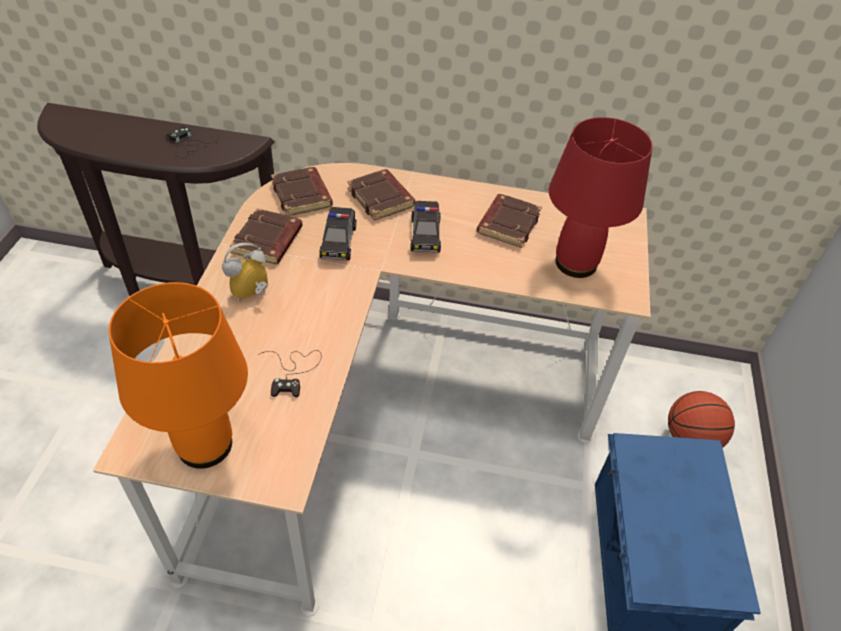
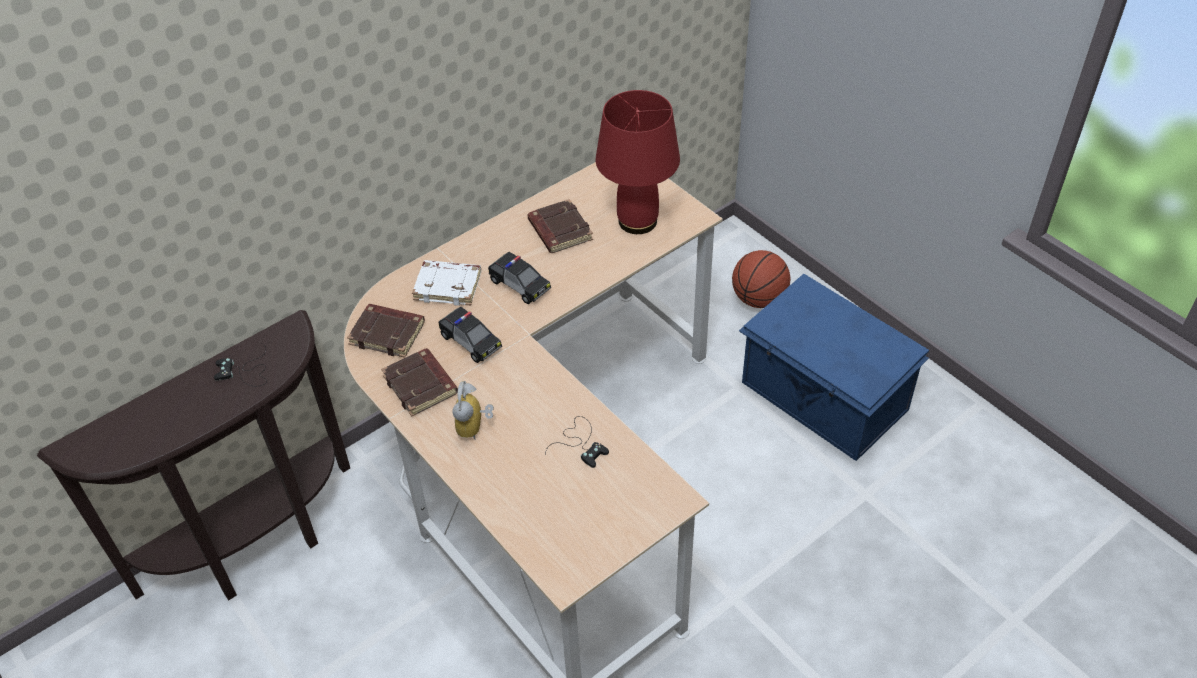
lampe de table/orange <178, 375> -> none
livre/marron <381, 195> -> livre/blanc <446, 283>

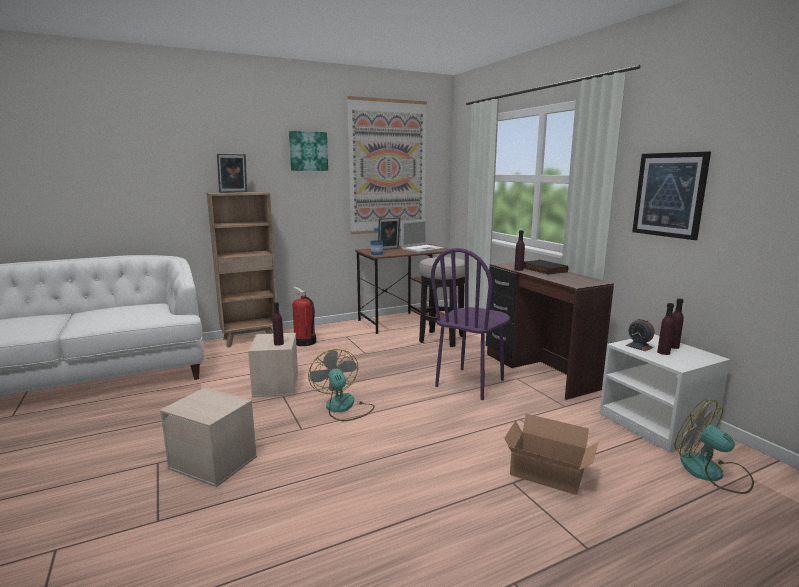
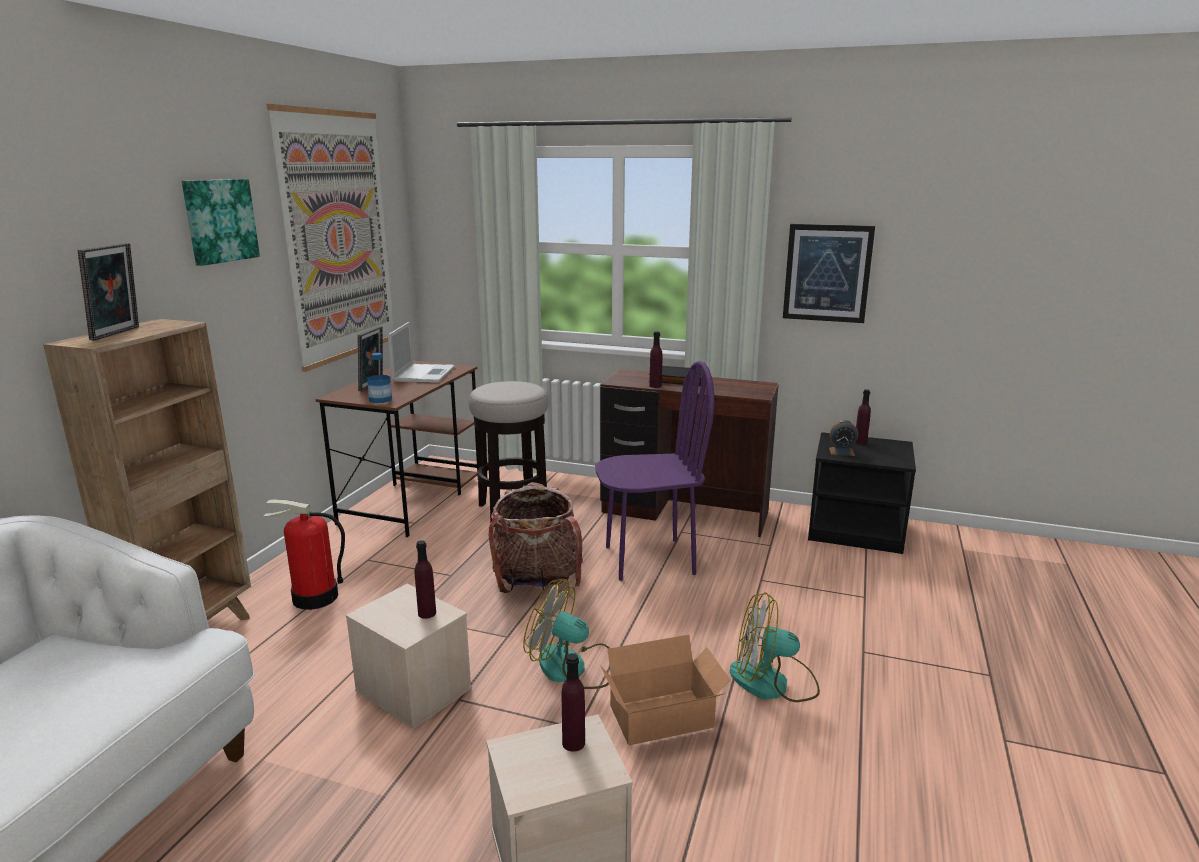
chaise/violet <470, 324> -> chaise/violet <654, 471>, 90 degrees counterclockwise
carton <551, 454> -> carton <665, 690>, shifted
table de chevet/blanc <665, 393> -> table de chevet/noir <862, 493>
bouteille/violet <665, 329> -> bouteille/violet <573, 702>, shifted
ventilateur <714, 446> -> ventilateur <775, 647>, shifted
none -> sac à dos <536, 537>

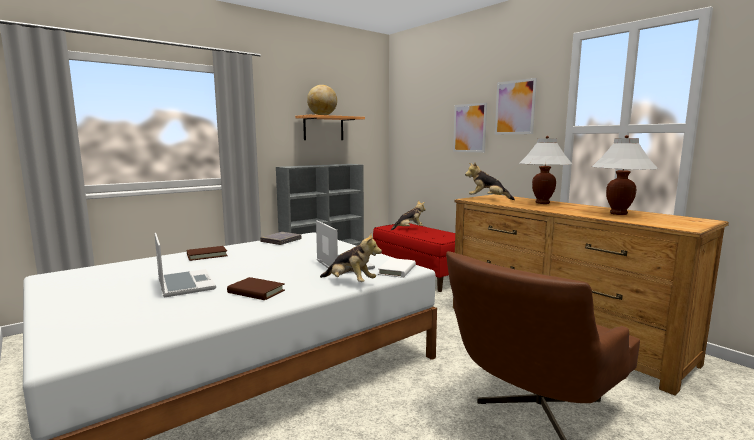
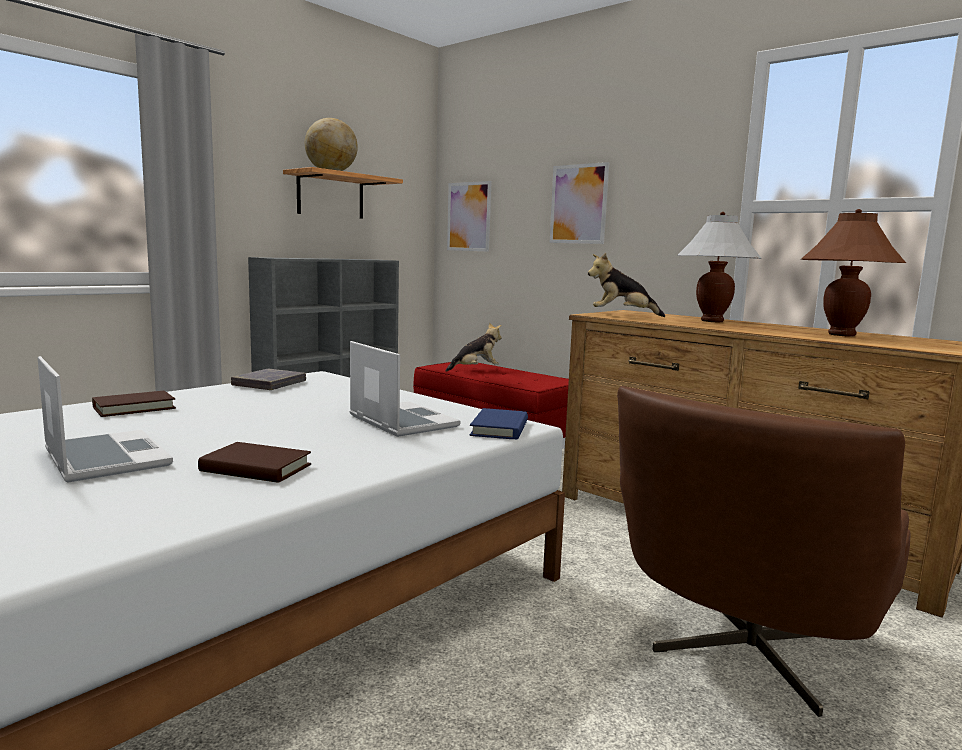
peluche <351, 257> -> none
livre/blanc <397, 268> -> livre/bleu <499, 423>
tableau <516, 106> -> tableau <469, 216>, shifted
lampe de table/blanc <624, 175> -> lampe de table/marron <853, 273>

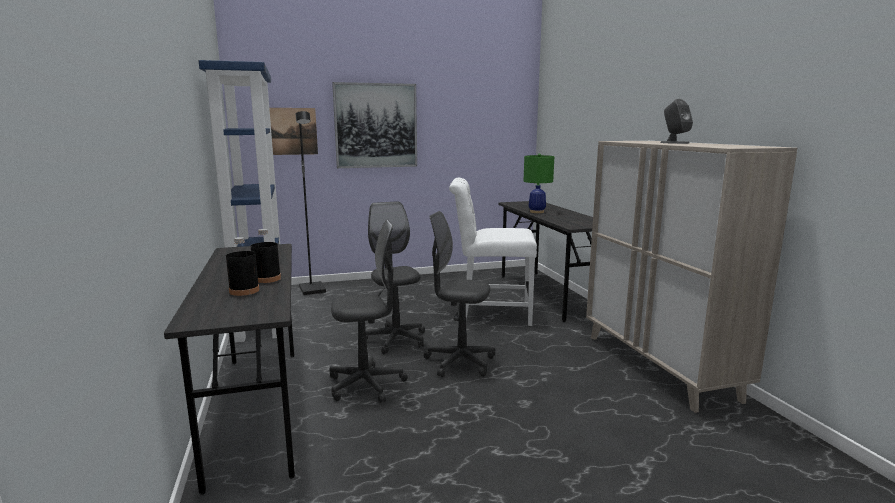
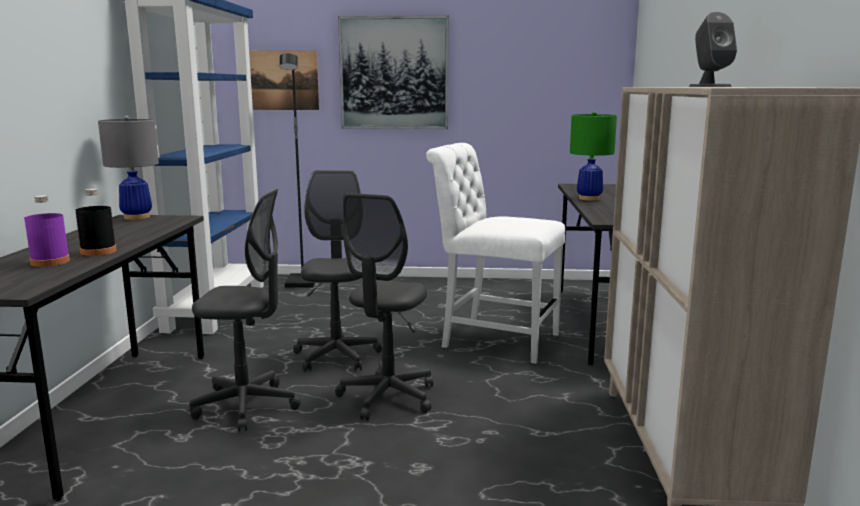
bouteille/noir <242, 266> -> bouteille/violet <47, 231>
chaise de bureau/gris <459, 294> -> chaise de bureau/gris <384, 307>, 105 degrees counterclockwise
none -> lampe de table/gris <128, 168>

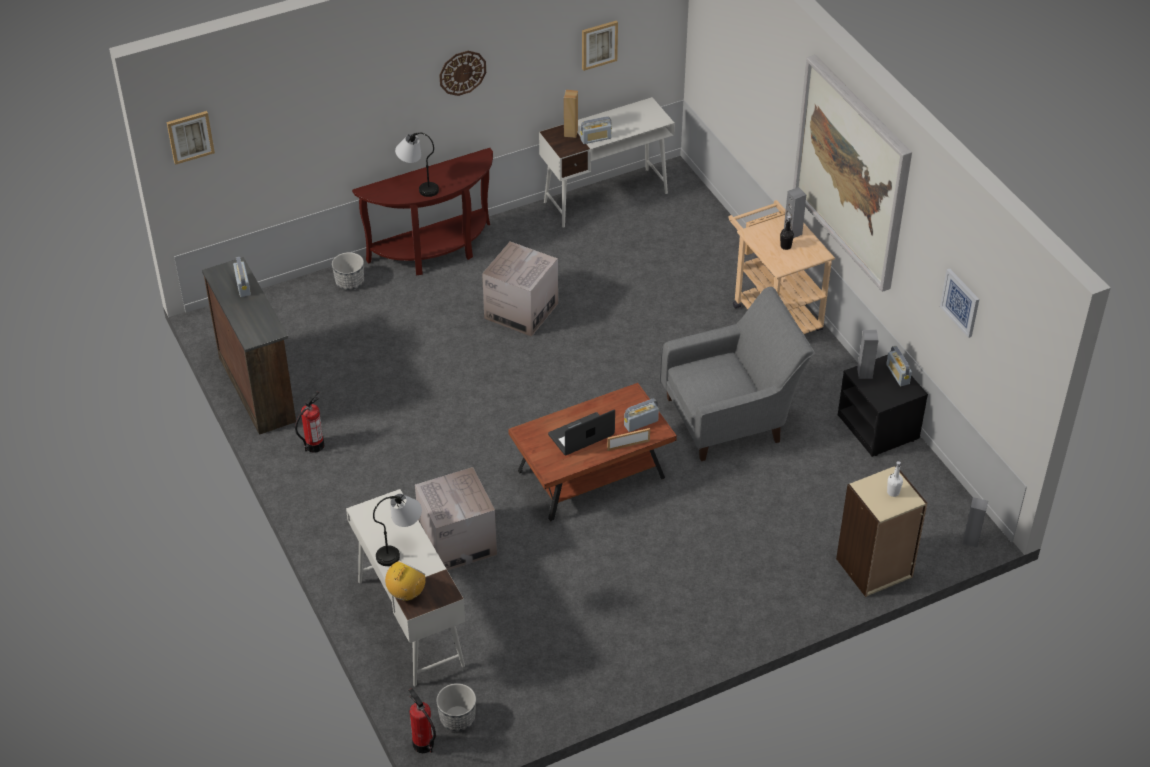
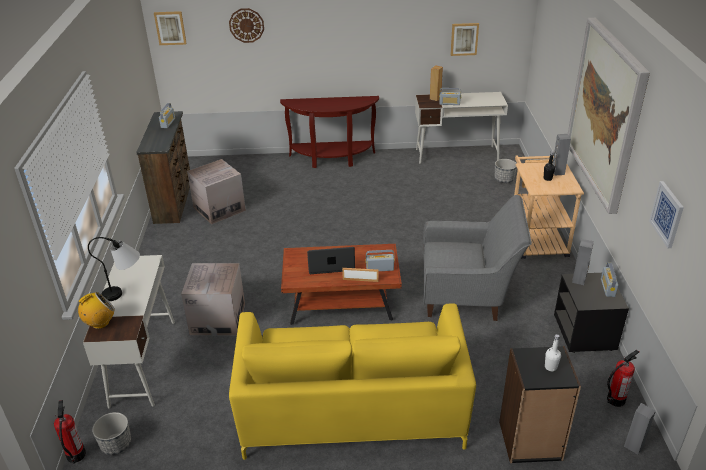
extincteur <309, 422> -> extincteur <623, 378>, shifted
cache-pot <348, 271> -> cache-pot <505, 171>, shifted
lampe de table <417, 165> -> none
horloge murale <462, 73> -> horloge murale <246, 25>, shifted
carton <520, 288> -> carton <216, 191>, shifted
bibliothèque/beige <881, 531> -> bibliothèque/noir <540, 404>
none -> canapé/jaune <352, 381>

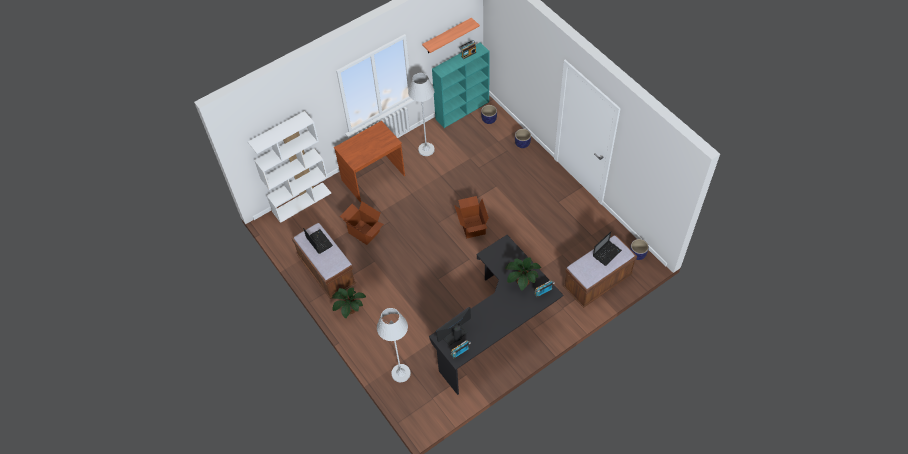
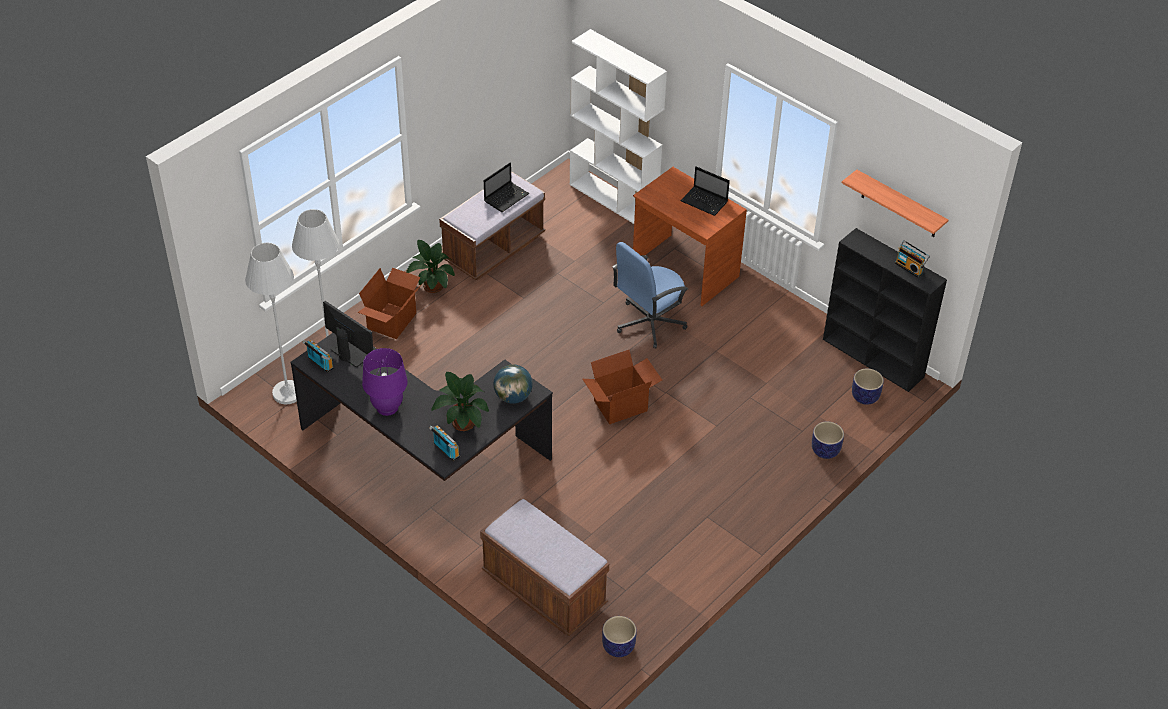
carton <362, 223> -> carton <390, 303>, shifted
lampadaire/blanc <421, 114> -> lampadaire/blanc <271, 323>, shifted
bibliothèque/turquoise <461, 85> -> bibliothèque/noir <885, 310>
ordinateur portable <607, 249> -> ordinateur portable <705, 191>, shifted
none -> lampe de table/violet <385, 382>
none -> globe <513, 384>
none -> chaise de bureau/bleu <650, 295>

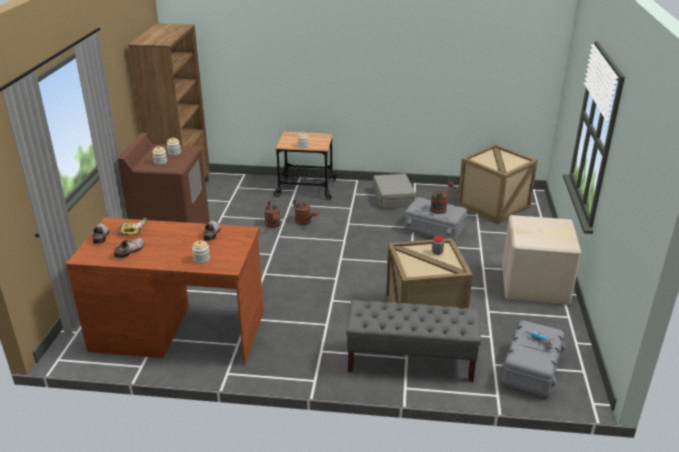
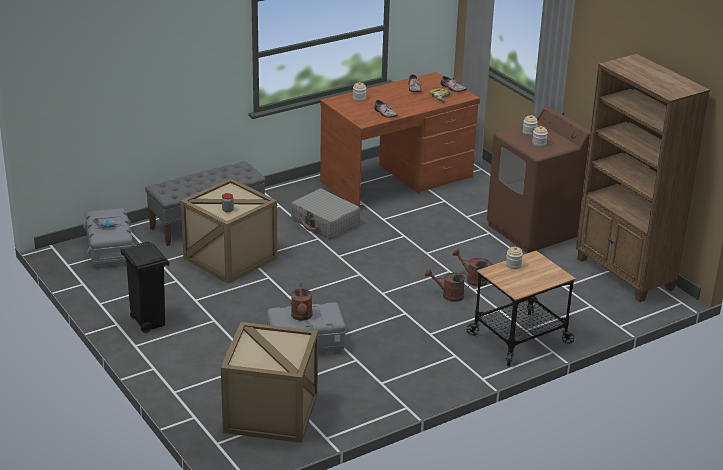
valise/gris <394, 191> -> valise/gris <325, 213>, shifted
carton <541, 260> -> poubelle/noir <145, 287>

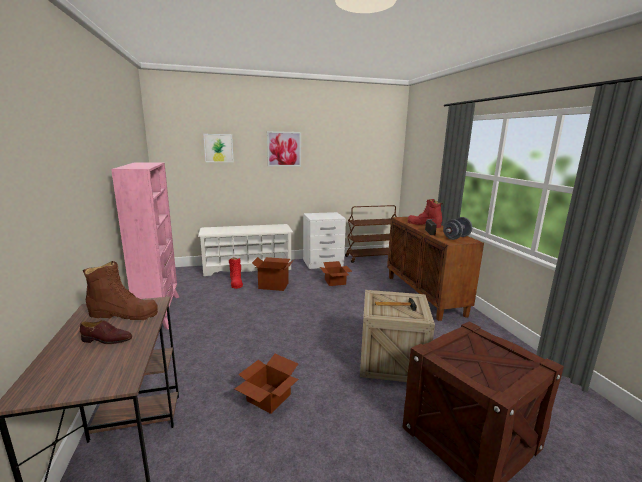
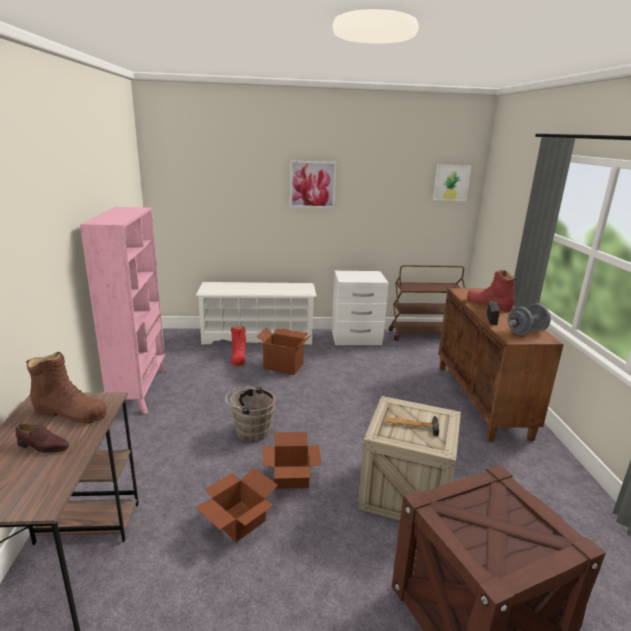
tableau <218, 148> -> tableau <452, 183>, shifted
carton <336, 273> -> carton <292, 460>, shifted
none -> seau/marron <250, 414>

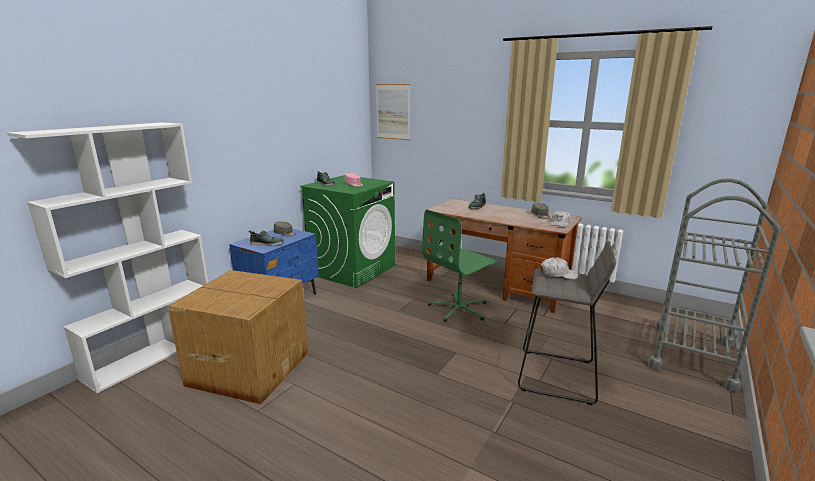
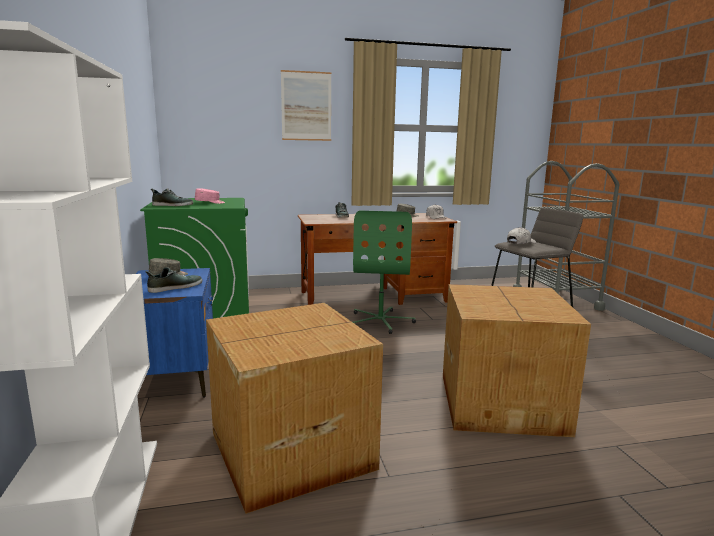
tableau <393, 112> -> tableau <306, 105>, shifted
none -> carton <517, 360>

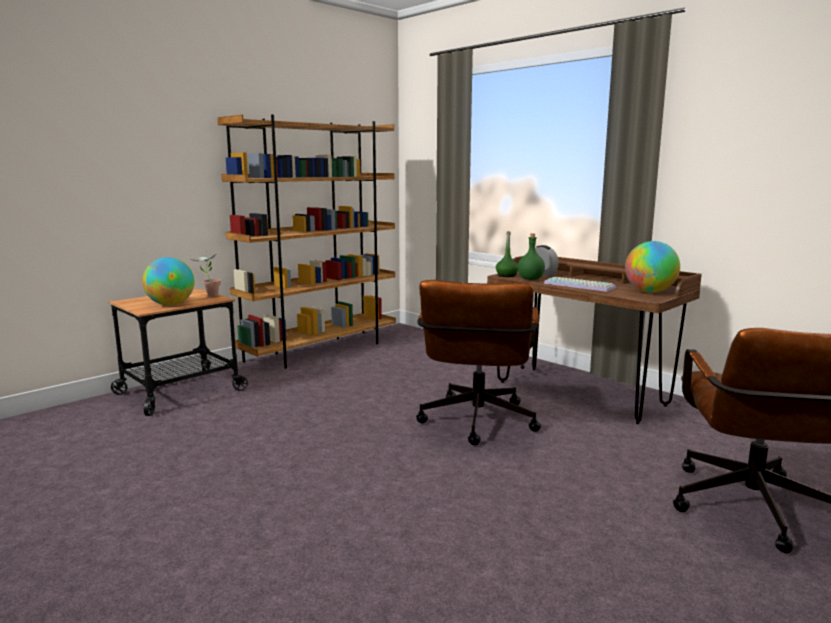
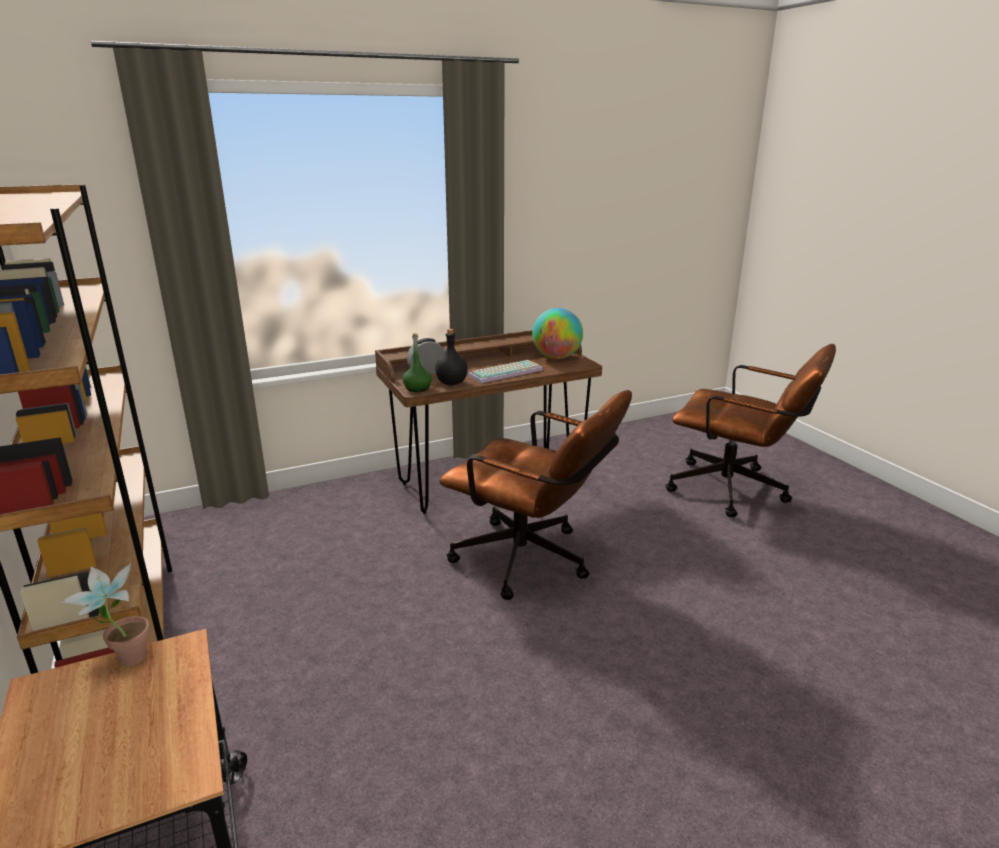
globe <168, 281> -> none
bouteille/vert <531, 256> -> bouteille/noir <451, 357>

